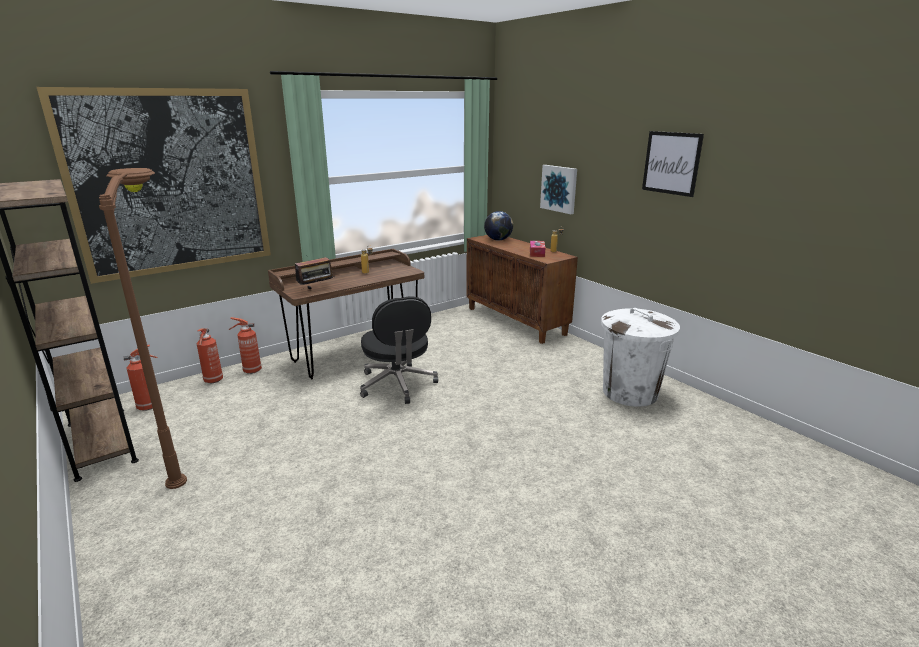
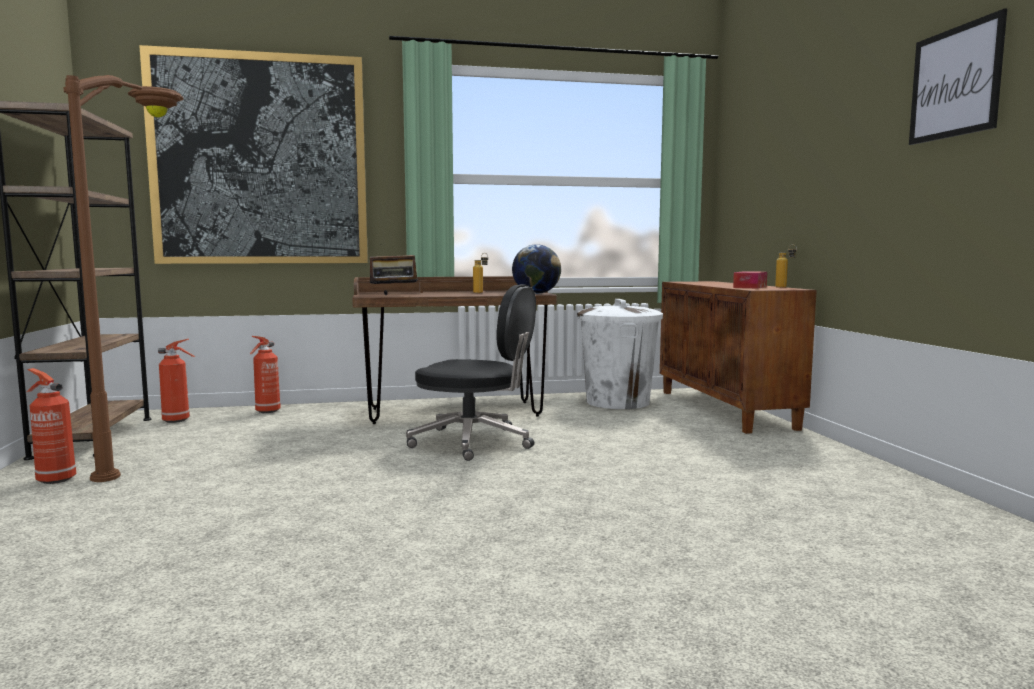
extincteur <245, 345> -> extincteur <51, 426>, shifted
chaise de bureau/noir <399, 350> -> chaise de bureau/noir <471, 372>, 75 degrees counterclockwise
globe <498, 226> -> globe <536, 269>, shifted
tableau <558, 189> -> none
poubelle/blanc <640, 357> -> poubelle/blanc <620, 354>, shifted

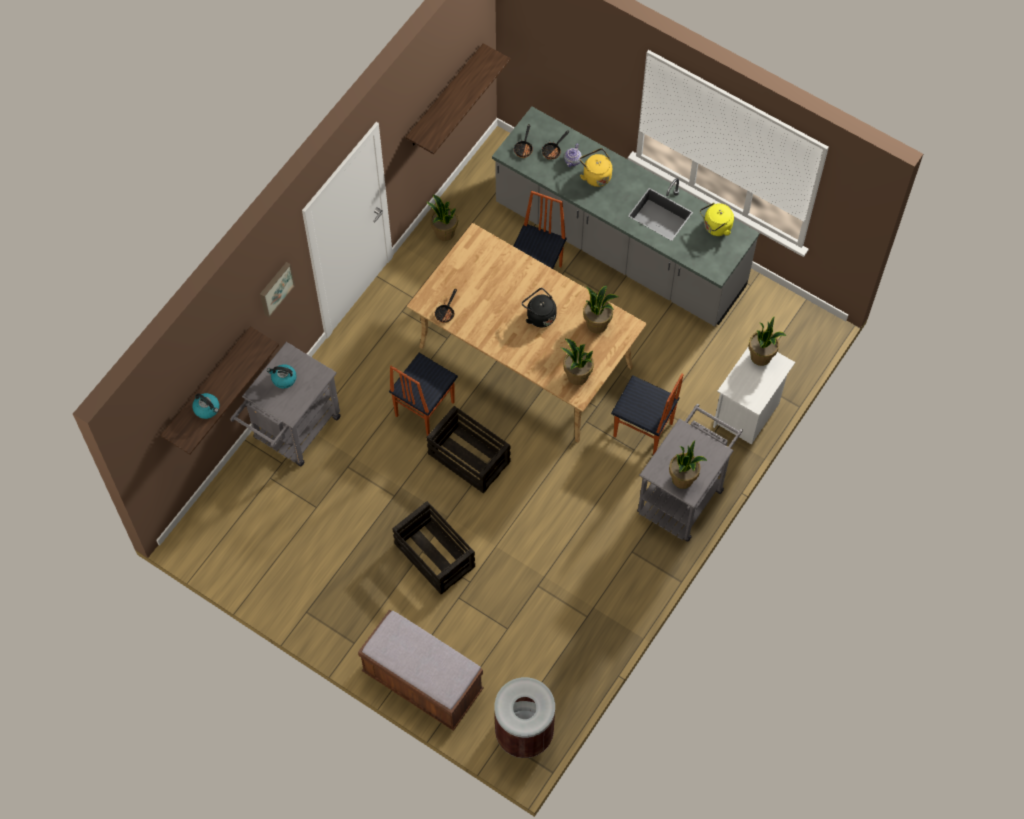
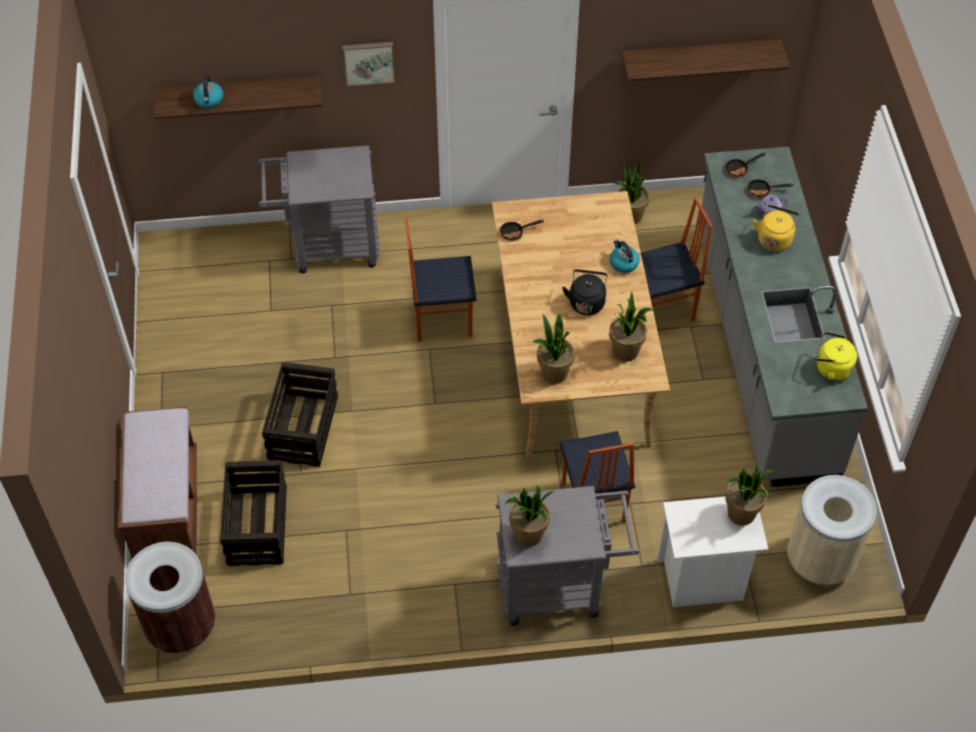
bouilloire <282, 376> -> bouilloire <625, 256>, shifted
caisse <468, 449> -> caisse <253, 513>, shifted
none -> poubelle/beige <832, 530>

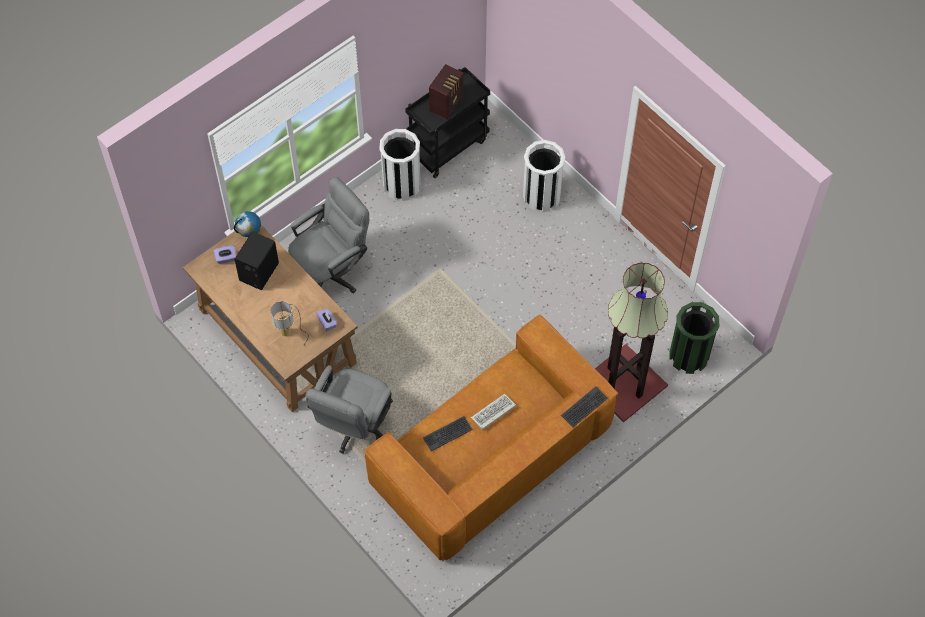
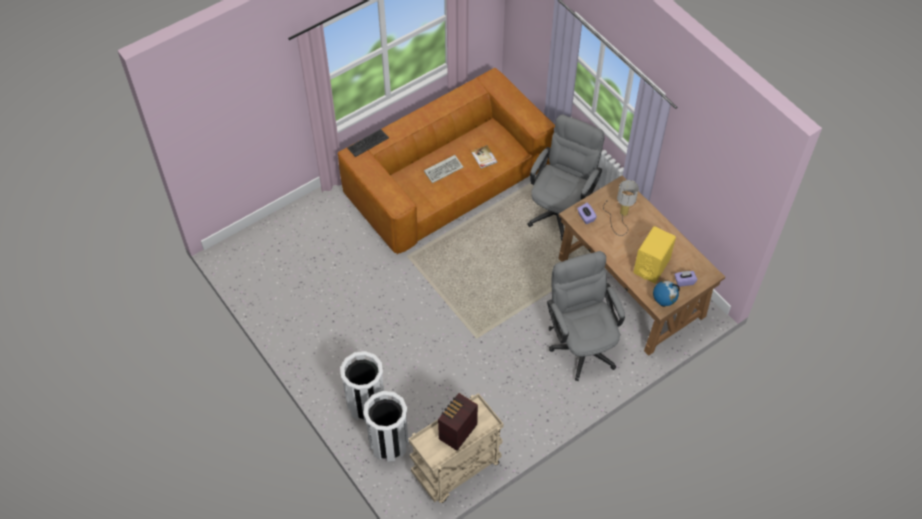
enceinte/noir <256, 260> -> enceinte/jaune <654, 254>
chaise de bureau/gris <328, 235> -> chaise de bureau/gris <586, 316>, 105 degrees clockwise
poubelle/blanc <400, 165> -> poubelle/blanc <386, 426>, shifted
chariot/noir <447, 122> -> chariot/beige <456, 448>
clavier <448, 433> -> livre <484, 157>
lampadaire <631, 343> -> none
poubelle/vert <694, 338> -> none

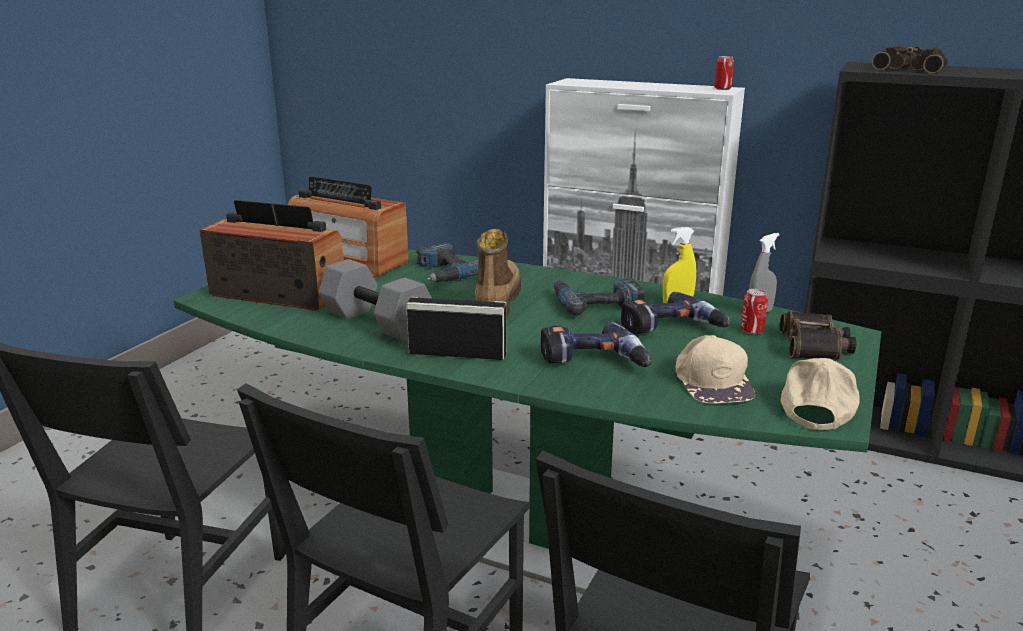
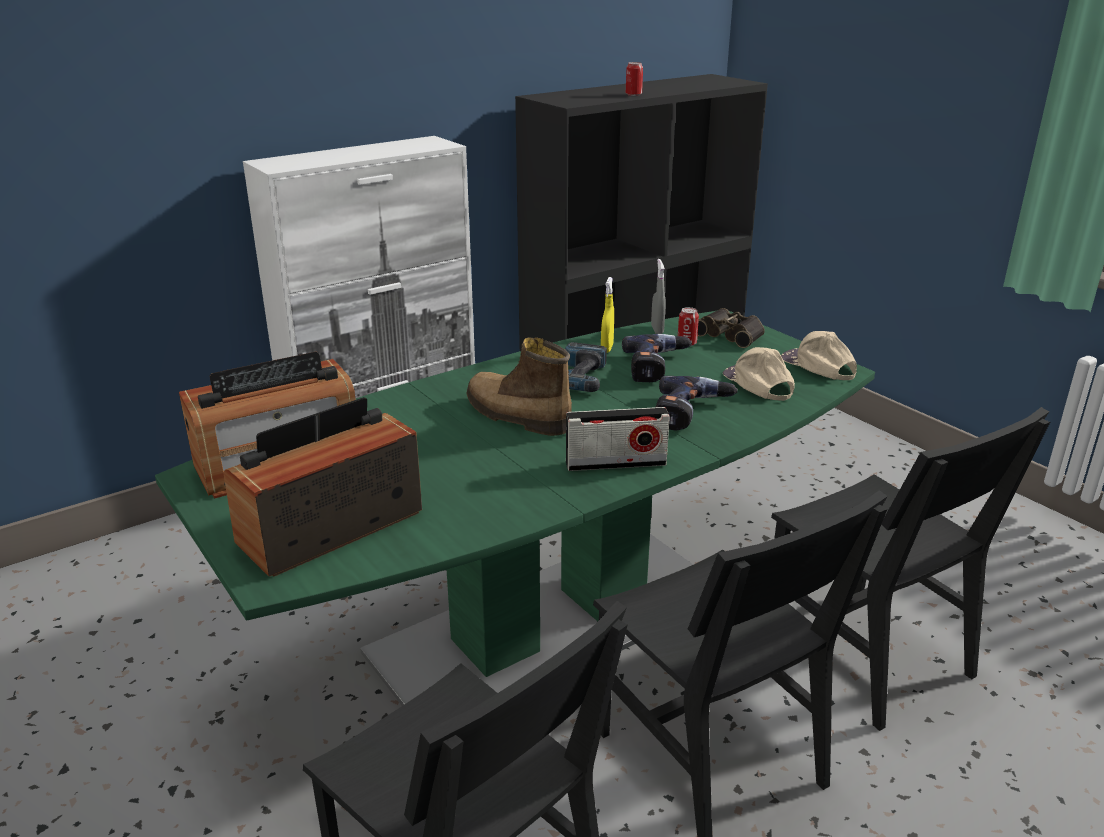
haltère/gris <375, 300> -> none
radio <456, 328> -> radio <618, 439>, 135 degrees counterclockwise
perceuse <447, 262> -> none
casquette/beige <715, 369> -> casquette/beige <759, 374>, 135 degrees counterclockwise
boîte métallique <724, 73> -> boîte métallique <634, 79>, shifted
jumelles <910, 59> -> none

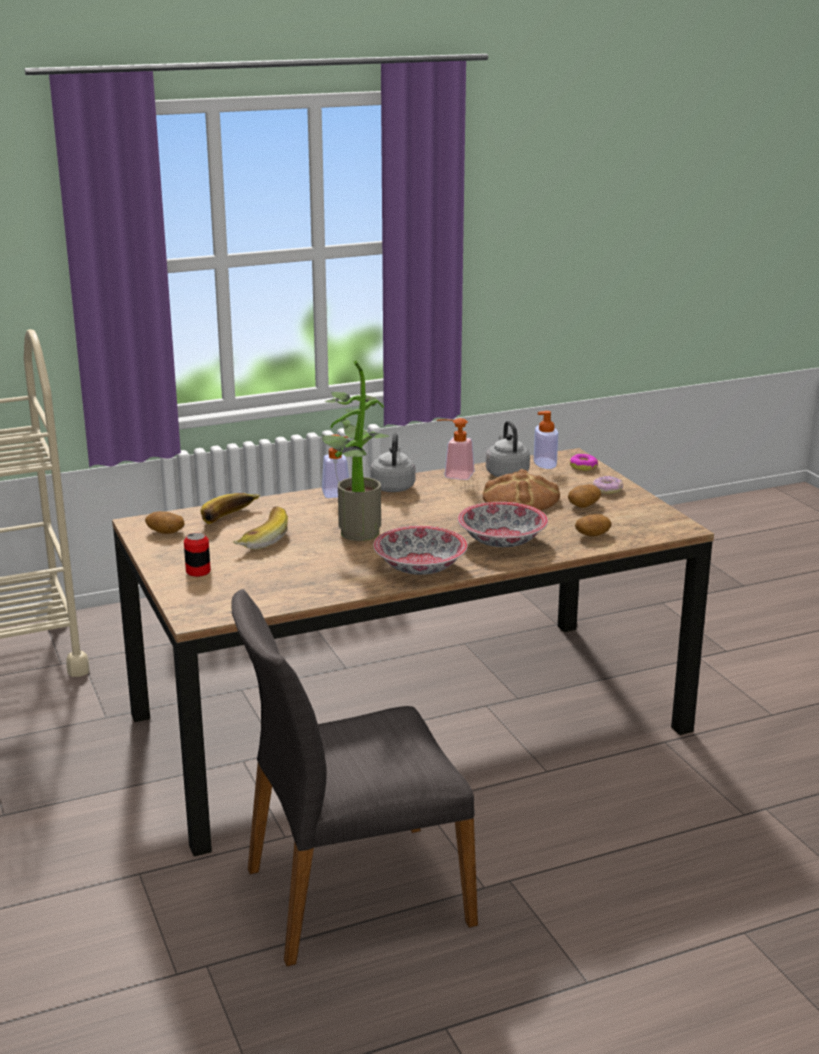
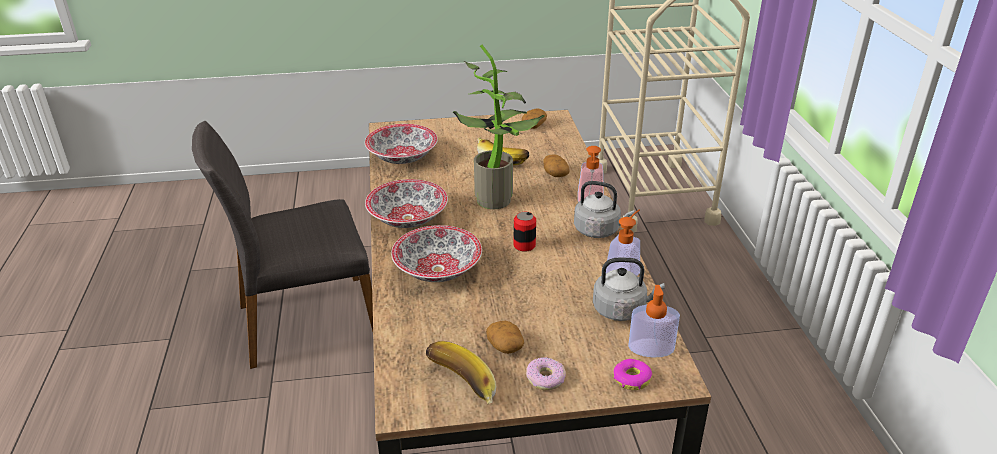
boîte métallique <197, 555> -> boîte métallique <525, 232>, shifted
banane <230, 508> -> banane <461, 372>, shifted
chaise/gris <354, 778> -> chaise/gris <282, 245>, 105 degrees counterclockwise
pain <521, 490> -> none
pomme de terre <593, 525> -> pomme de terre <556, 166>, shifted
none -> bol <401, 144>

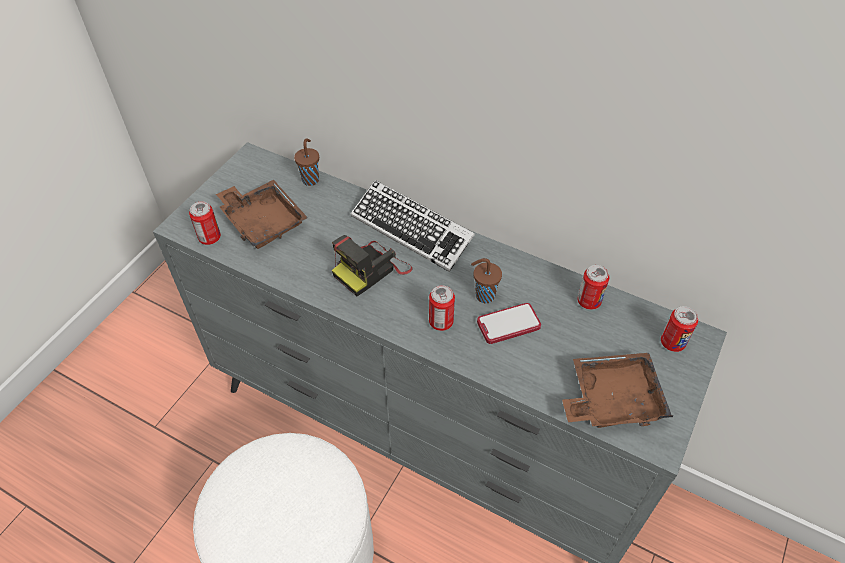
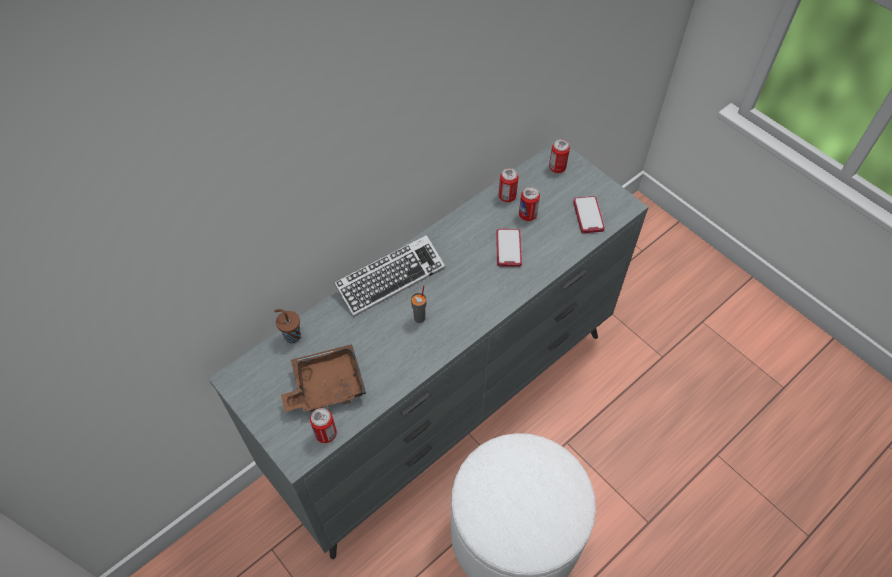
appareil photo <372, 265> -> tasse/gris <419, 304>
boîte métallique <442, 308> -> boîte métallique <529, 204>, shifted
tasse/marron <486, 280> -> none
plateau/marron <617, 390> -> téléphone <589, 214>

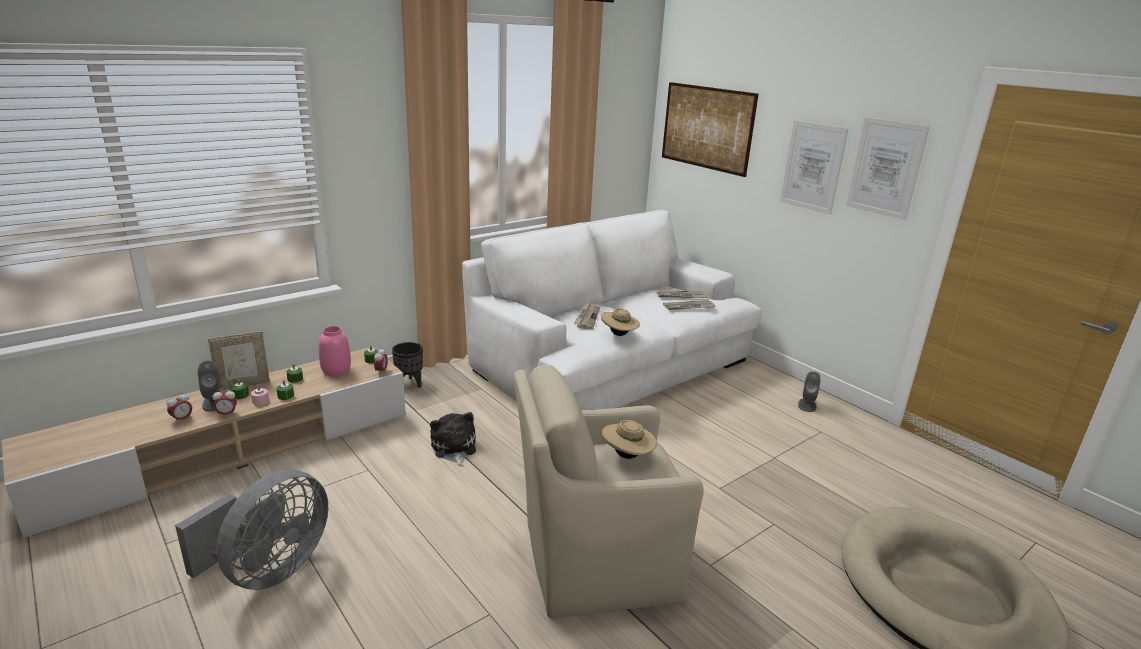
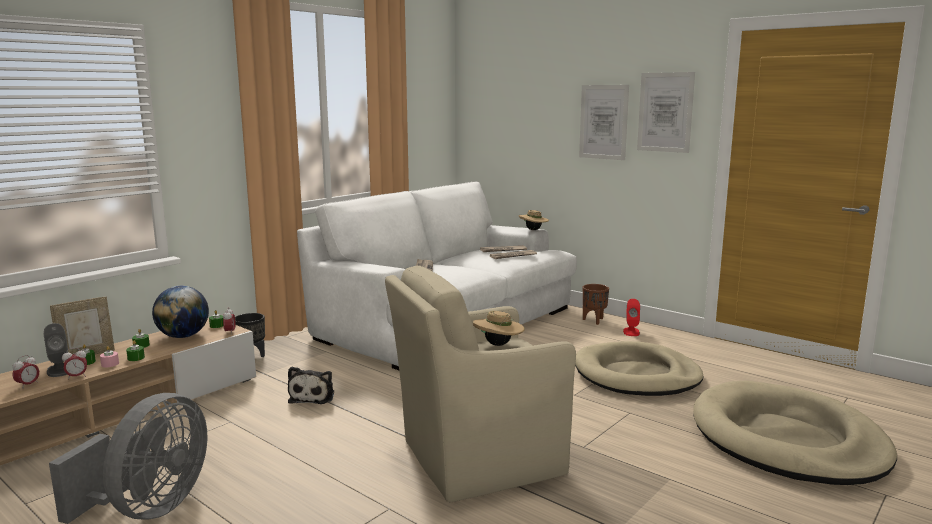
vase/rose <335, 351> -> globe <180, 312>
peluche <453, 439> -> peluche <311, 385>, 150 degrees counterclockwise
chapeau/beige <620, 322> -> chapeau/beige <534, 220>, shifted
tableau <710, 129> -> none
enceinte/gris <809, 391> -> enceinte/rouge <631, 317>
none -> panier pour chien/beige <639, 368>
none -> cache-pot/marron <596, 304>

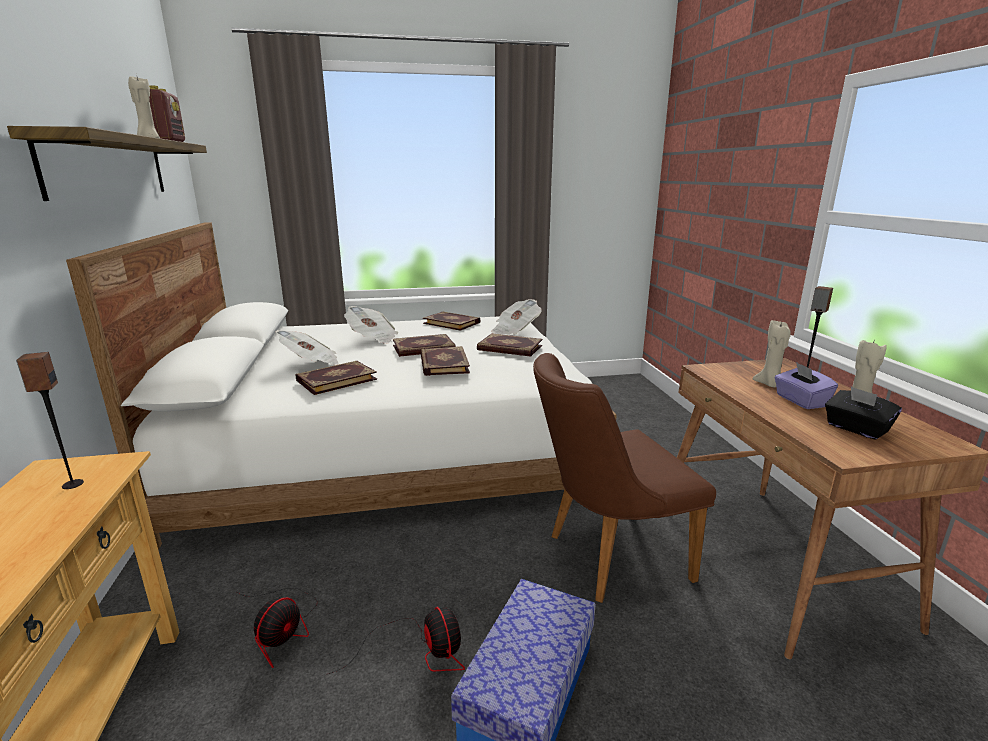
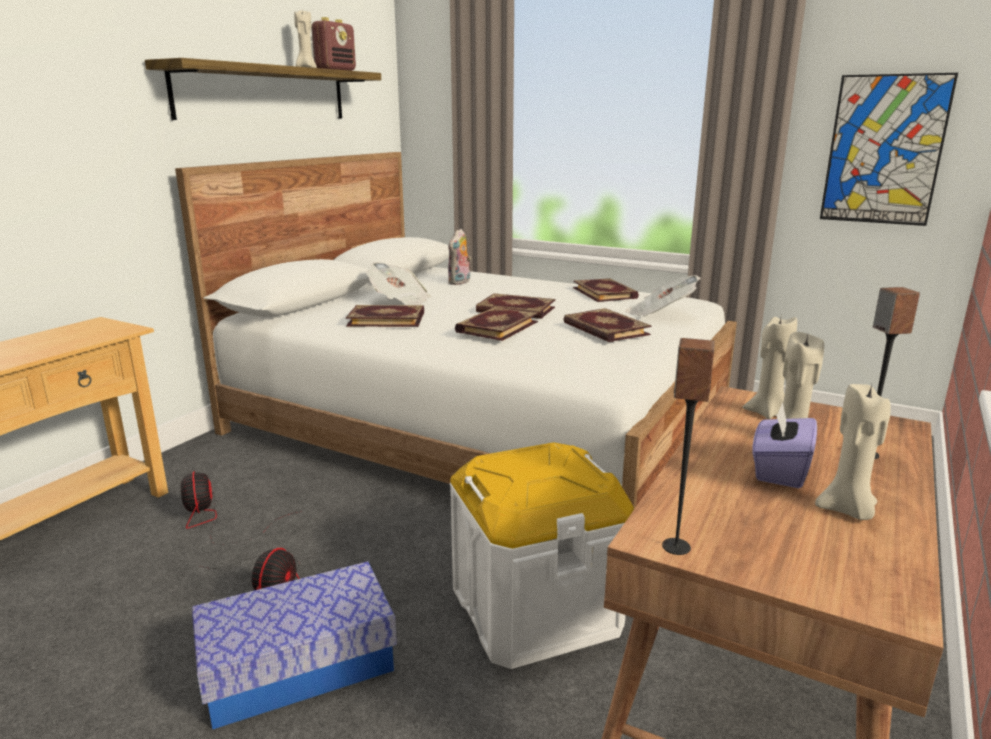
enceinte <50, 420> -> enceinte <688, 446>, shifted
ventilateur <277, 628> -> ventilateur <241, 508>, 90 degrees clockwise
journal <371, 325> -> none
chaise/marron <624, 478> -> boîte de rangement/blanc <542, 555>
boîte à mouchoirs/noir <863, 413> -> none
none -> peluche <459, 257>
none -> bougie/beige <769, 368>
none -> tableau <889, 149>

